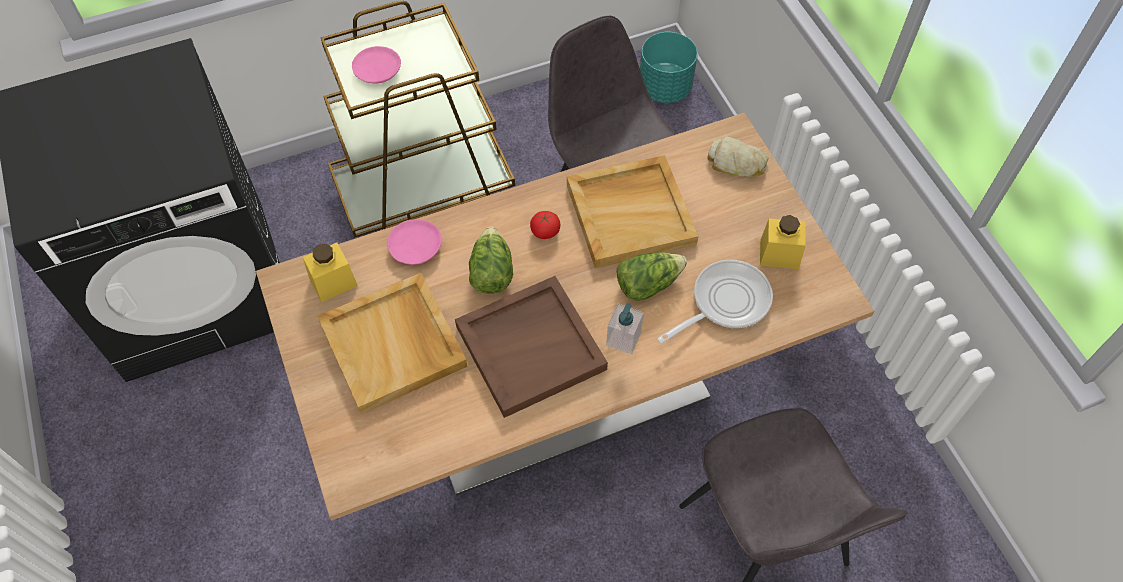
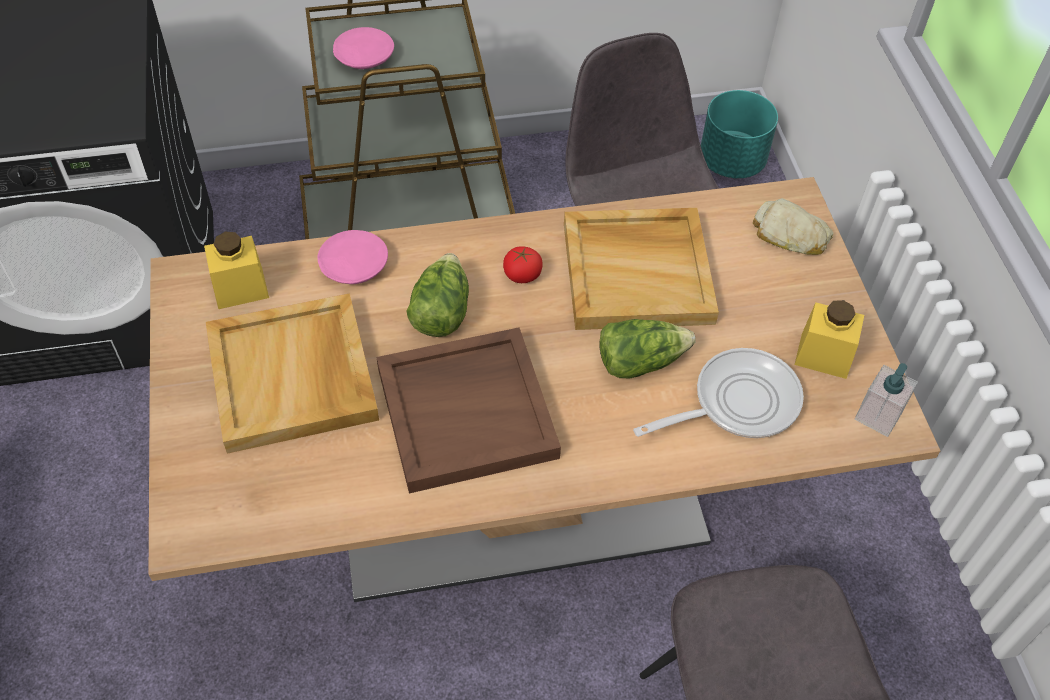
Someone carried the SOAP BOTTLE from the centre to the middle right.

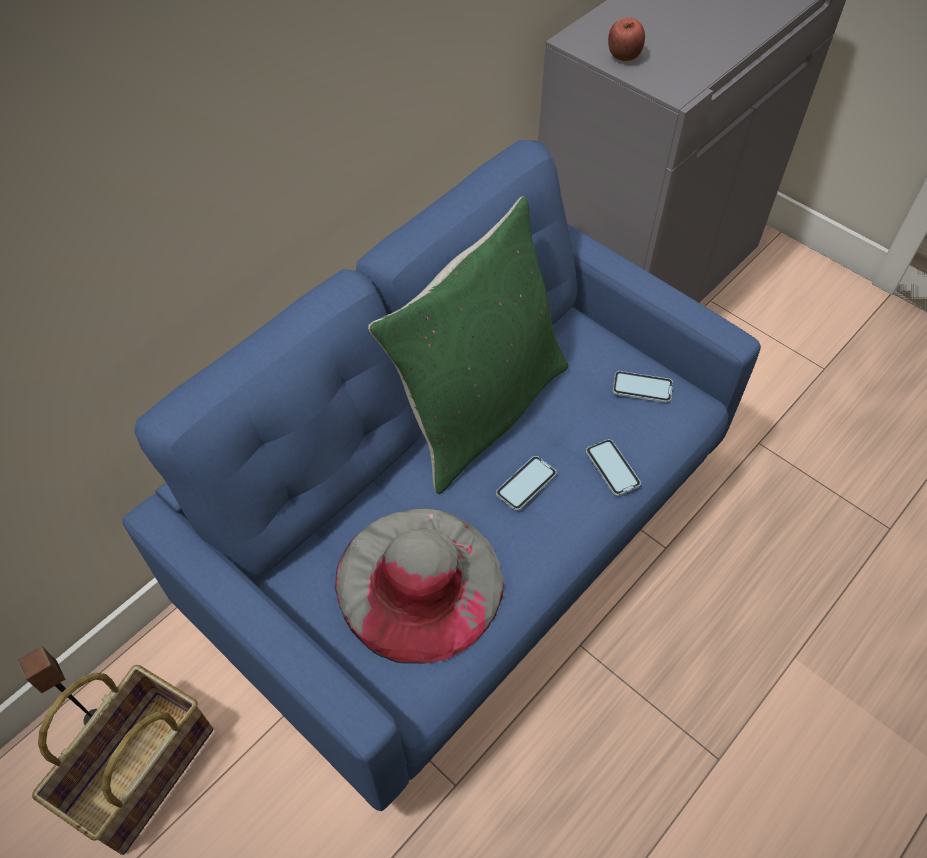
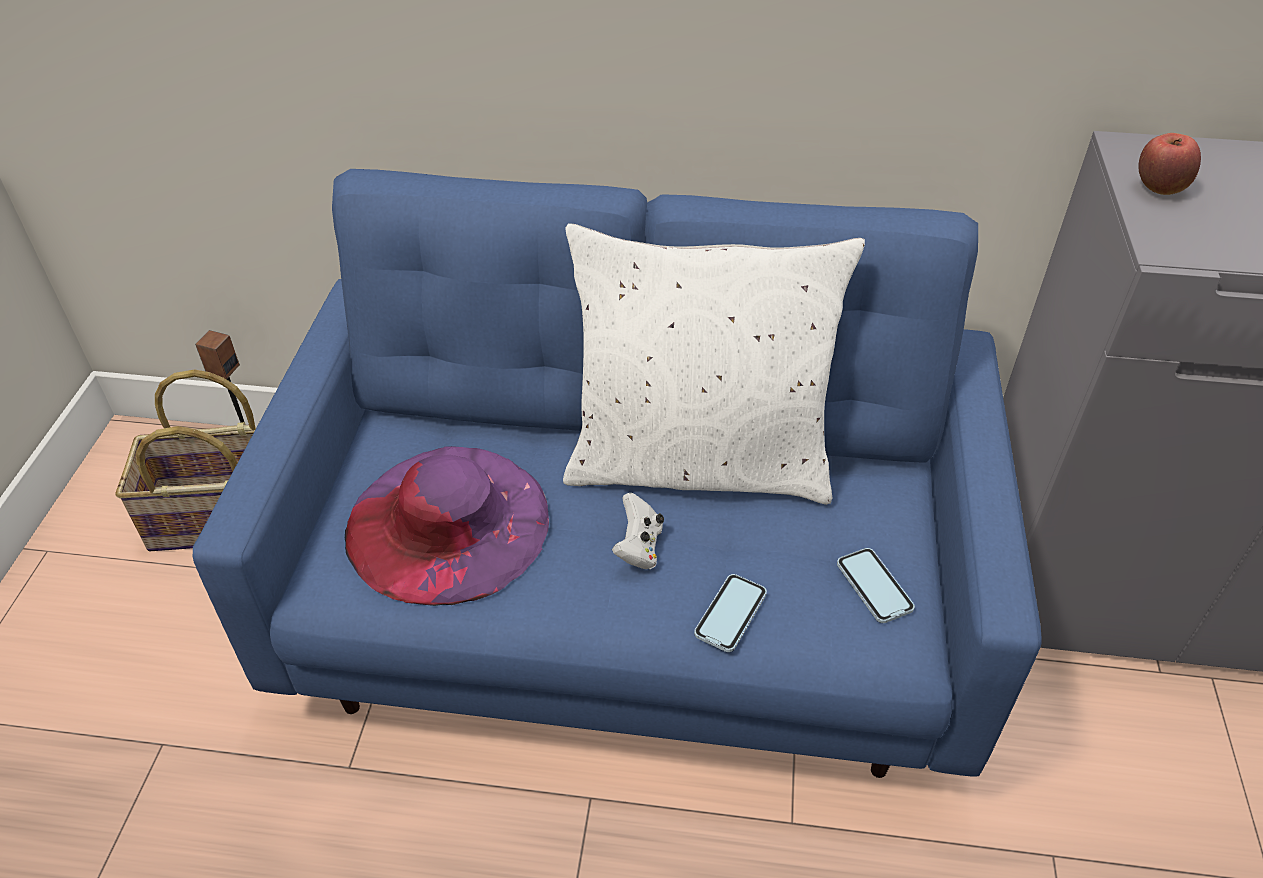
Someone swapped the TELEPHONE (1st from left) at the centre for the WHITE-COLOURED GAME CONTROLLER at the centre.
Someone repainted the GRAY WEARABLE HAT at the bottom centre, which became the PURPLE-COLOURED WEARABLE HAT at the centre.
Someone repainted the GREEN-COLOURED PILLOW at the centre, which became the WHITE-COLOURED PILLOW at the centre.

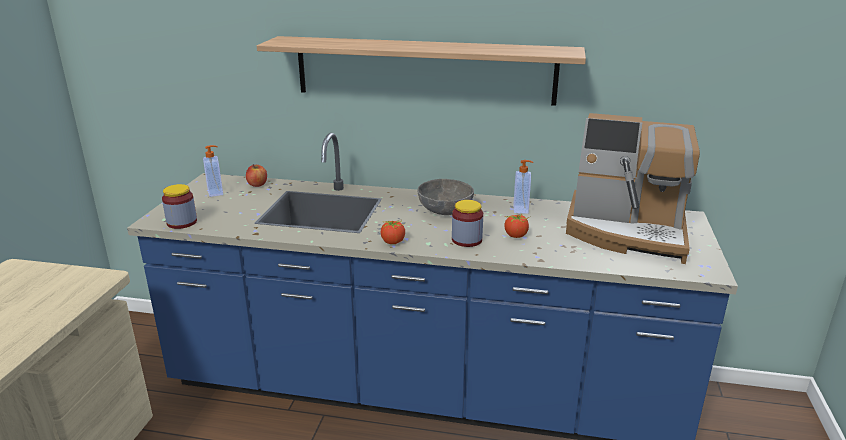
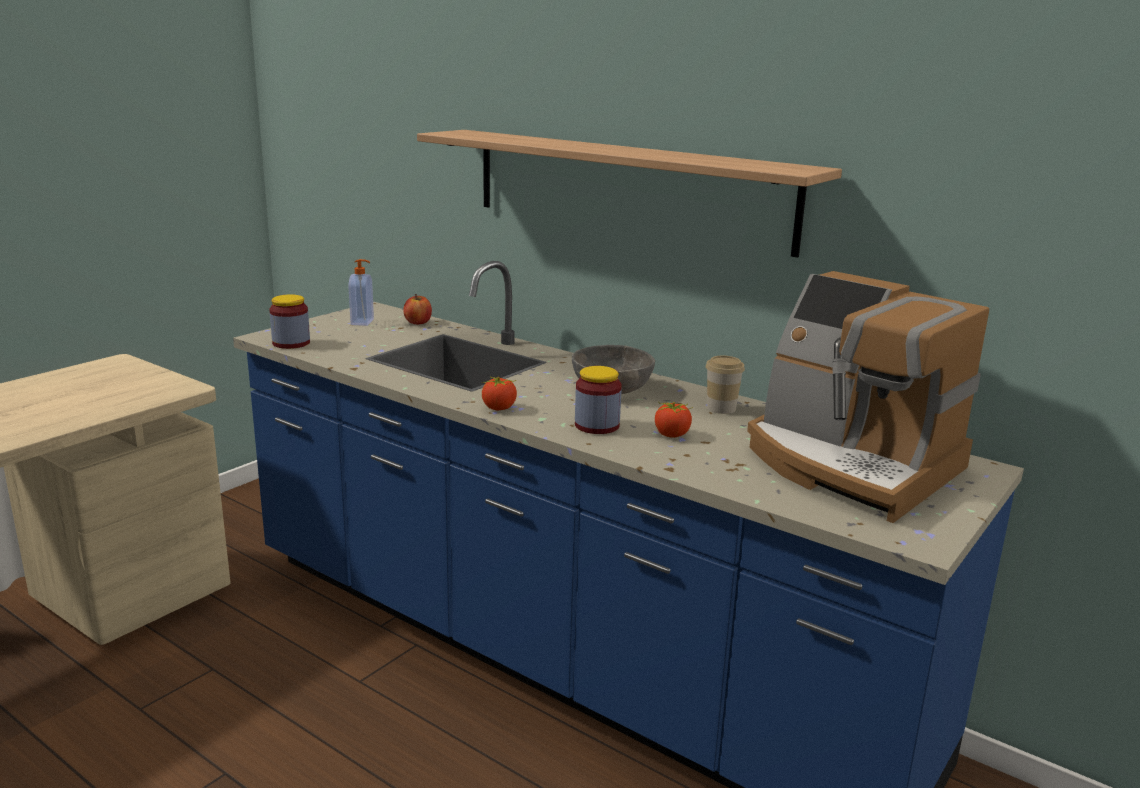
Someone swapped the SOAP BOTTLE (2nd from left) at the centre for the SMALL CUP at the centre.

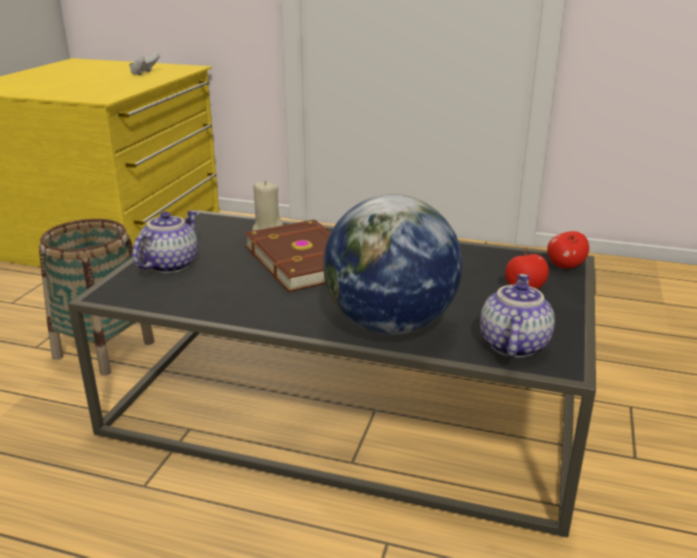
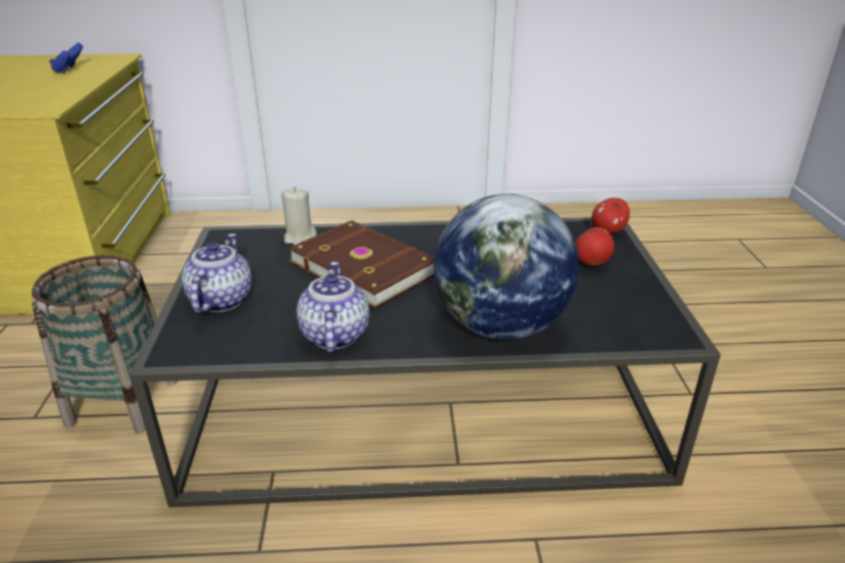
Someone carried the TEAPOT (2nd from left) from the middle right to the centre.
Someone repainted the WHITE-COLOURED GAME CONTROLLER at the top left, which became the BLUISH GAME CONTROLLER at the top left.

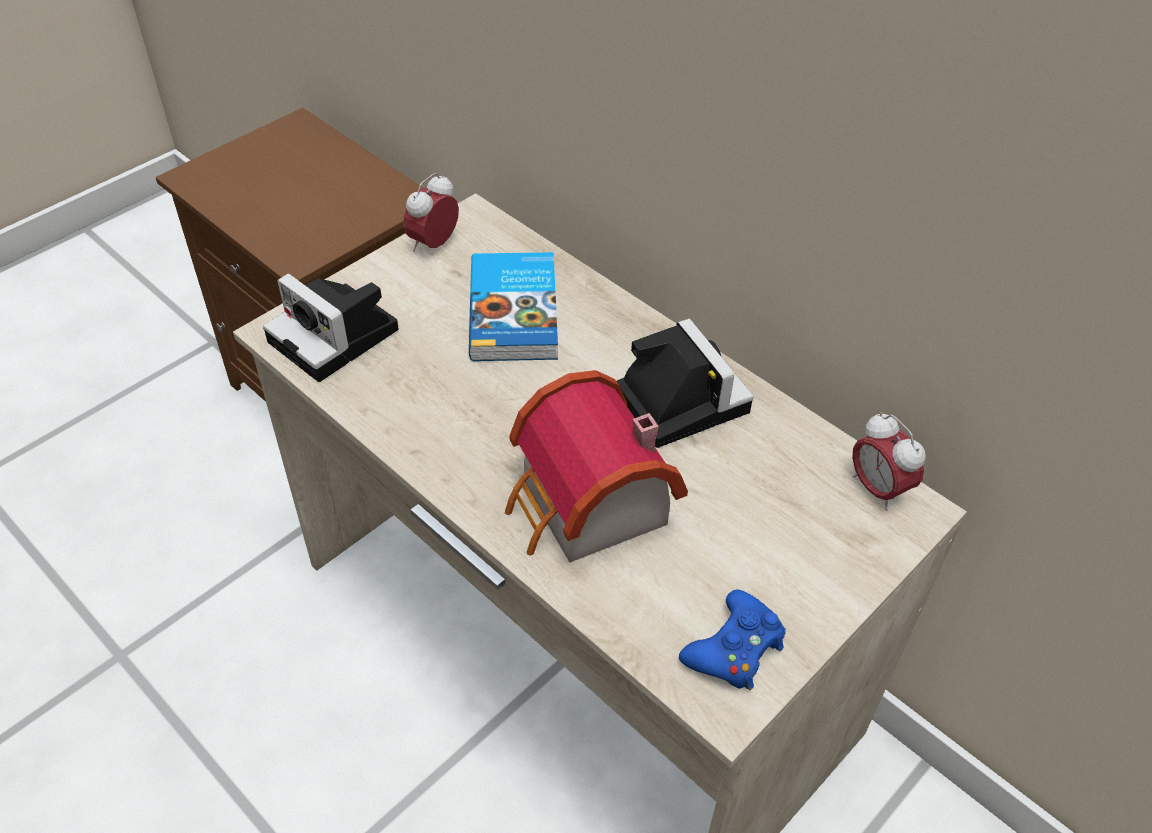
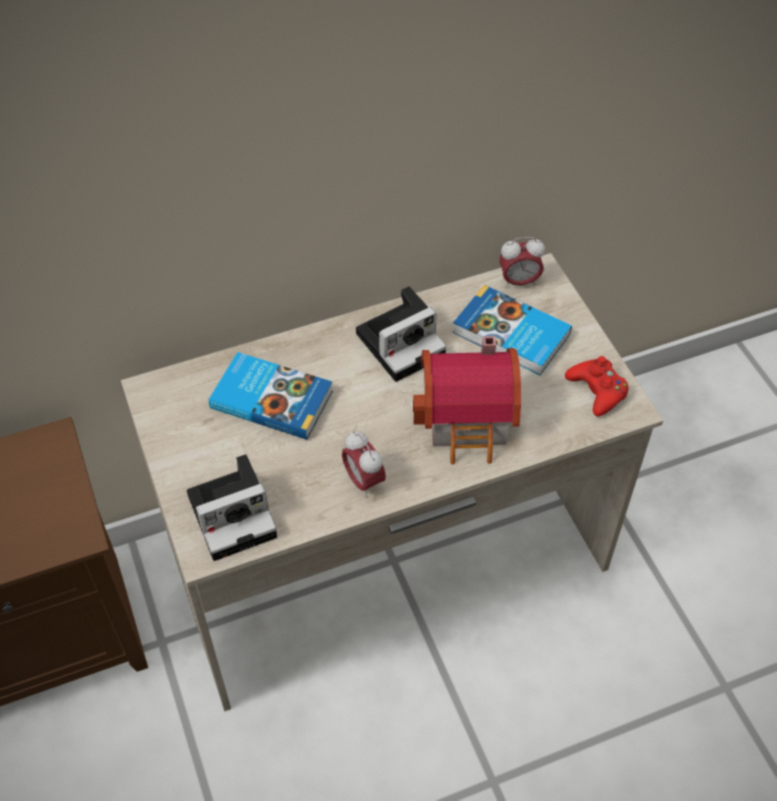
Someone put down the BOUND BOOK (2nd from left) at the centre.
Someone carried the BEDSIDE CLOCK (1st from left) from the top centre to the centre.
Someone repainted the BLUISH GAME CONTROLLER at the bottom centre, which became the REDDISH GAME CONTROLLER at the middle right.
Someone rotated the STILL CAMERA (2nd from left) at the centre by 150 degrees clockwise.

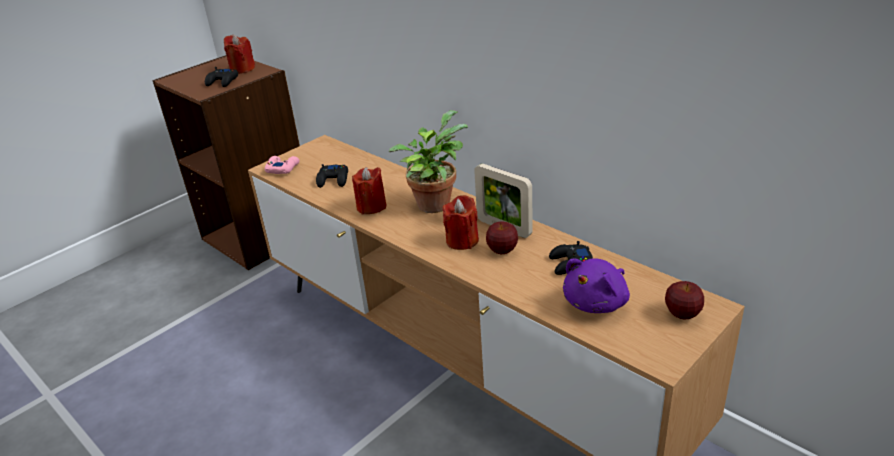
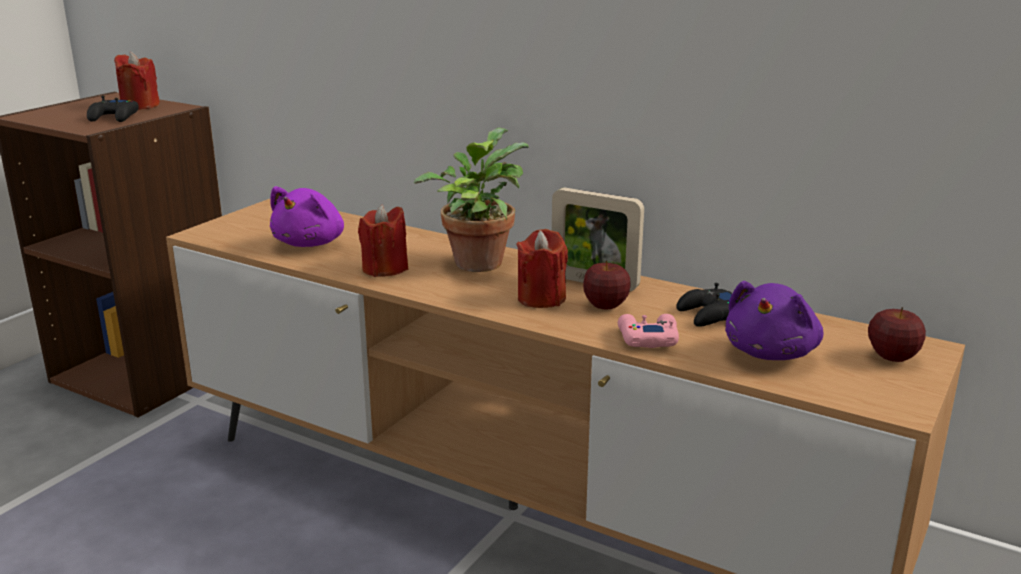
Someone carried the PINKISH GAME CONTROLLER from the middle left to the centre.
Someone swapped the BLACKISH GAME CONTROLLER (2nd from left) at the centre for the PURPLE-COLOURED PLUSH TOY (1st from left) at the middle left.

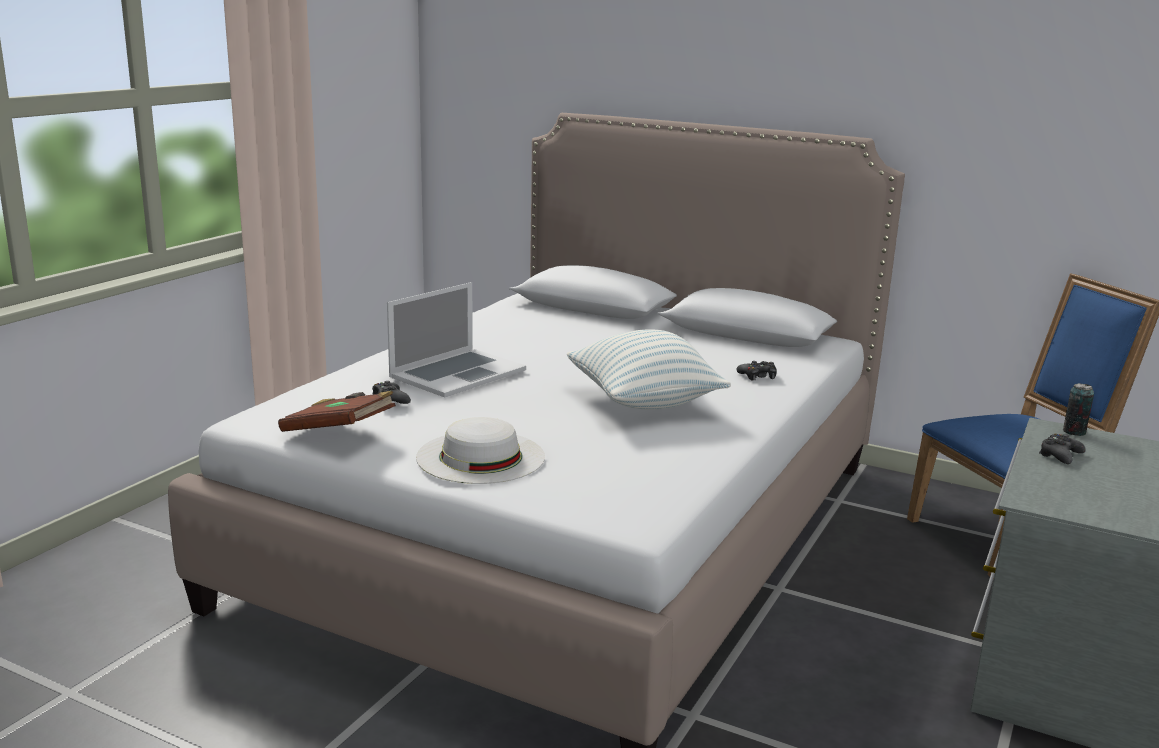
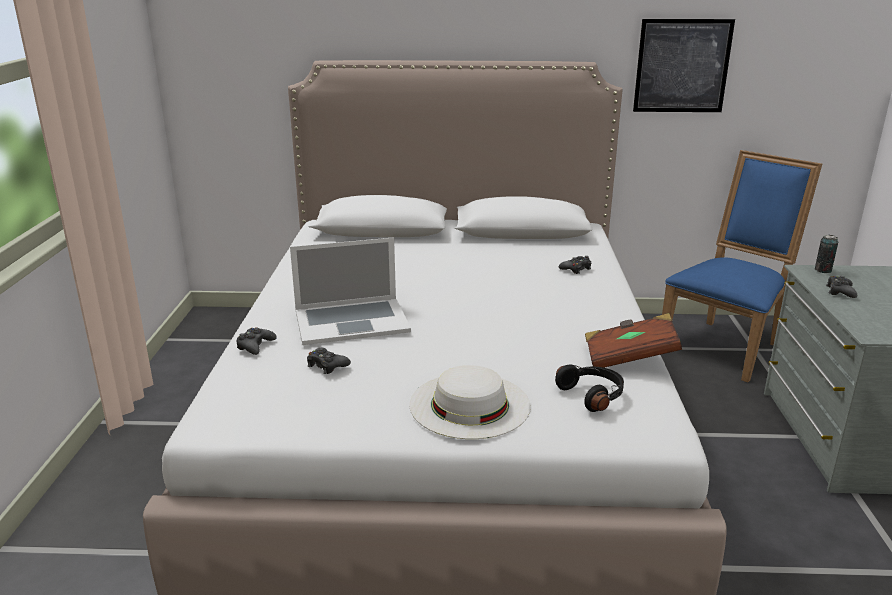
Someone took away the PILLOW at the centre.
Someone put down the BLACKISH GAME CONTROLLER (1st from left) at the middle left.
Someone put down the BLACKISH HEADSET at the centre.
Someone put up the WALL ART at the top right.
Someone carried the BROWN-COLOURED BOUND BOOK from the middle left to the middle right.
Someone rotated the PORTABLE COMPUTER at the centre by 60 degrees clockwise.

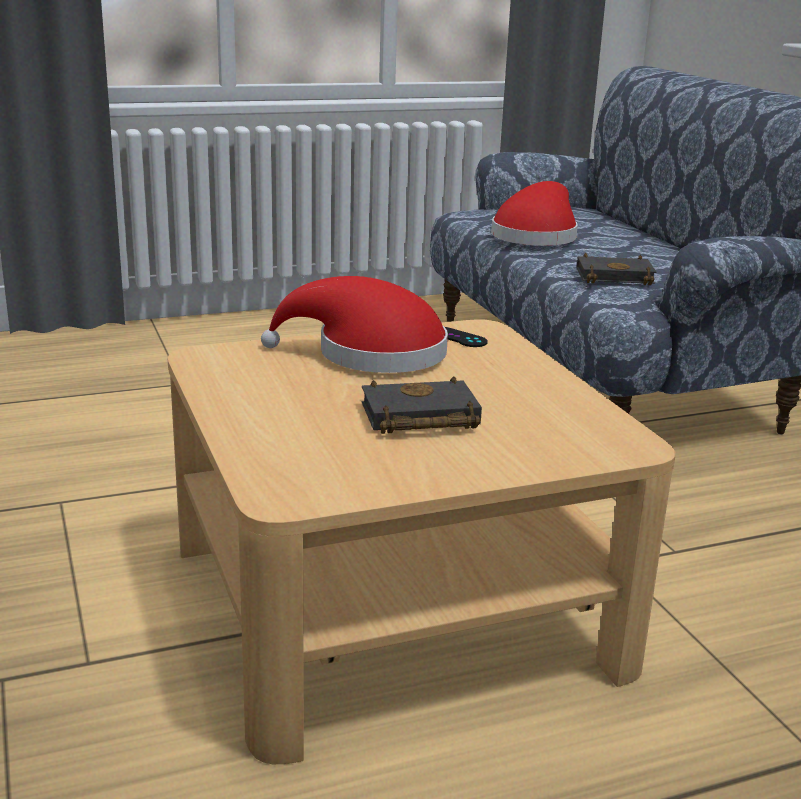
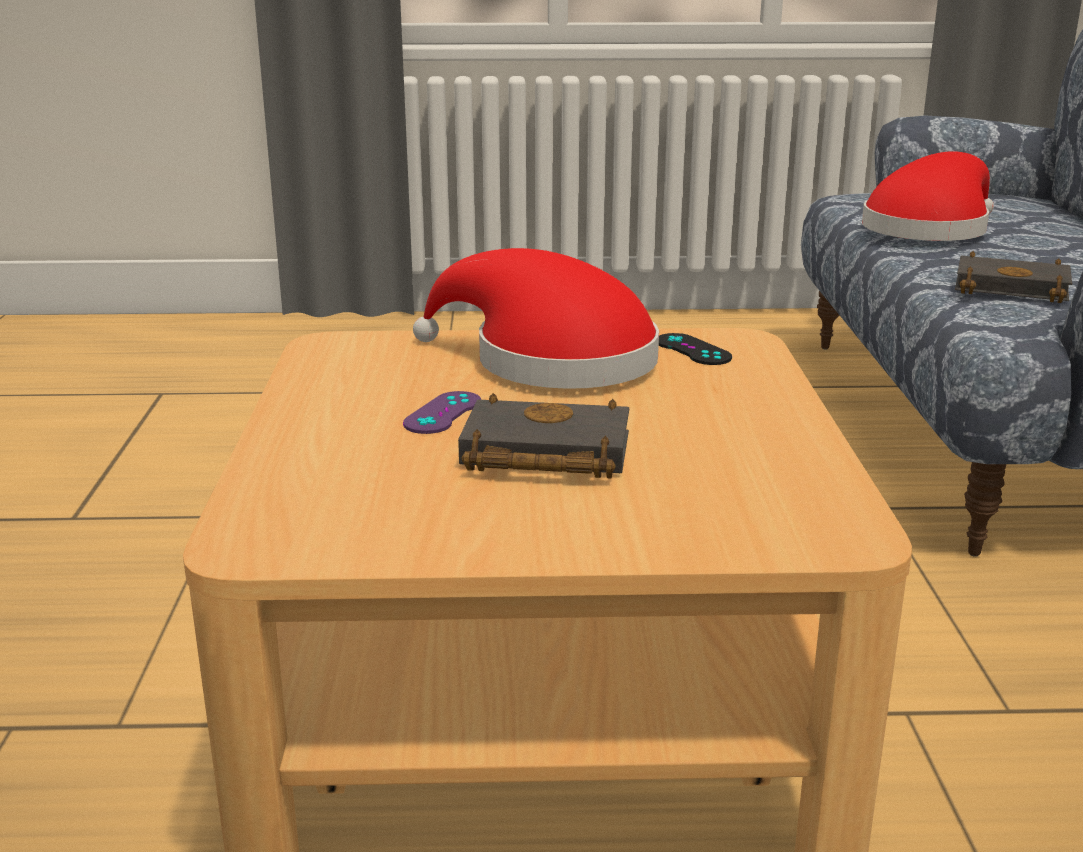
Someone put down the PURPLE-COLOURED GAME CONTROLLER at the centre.

